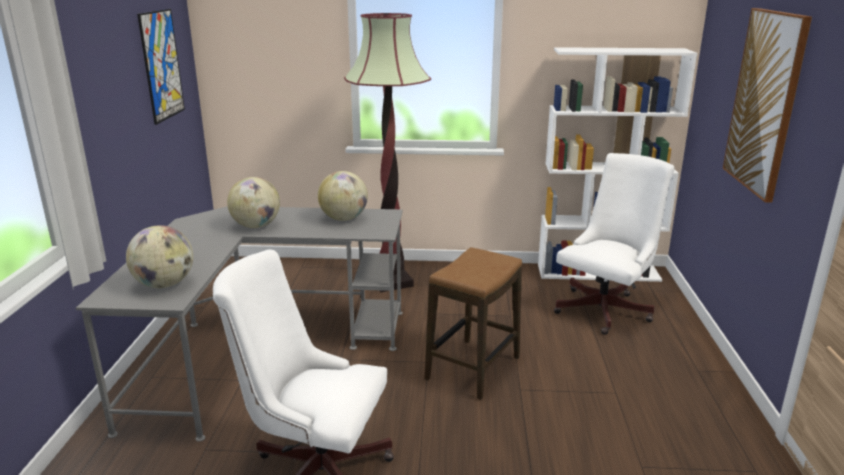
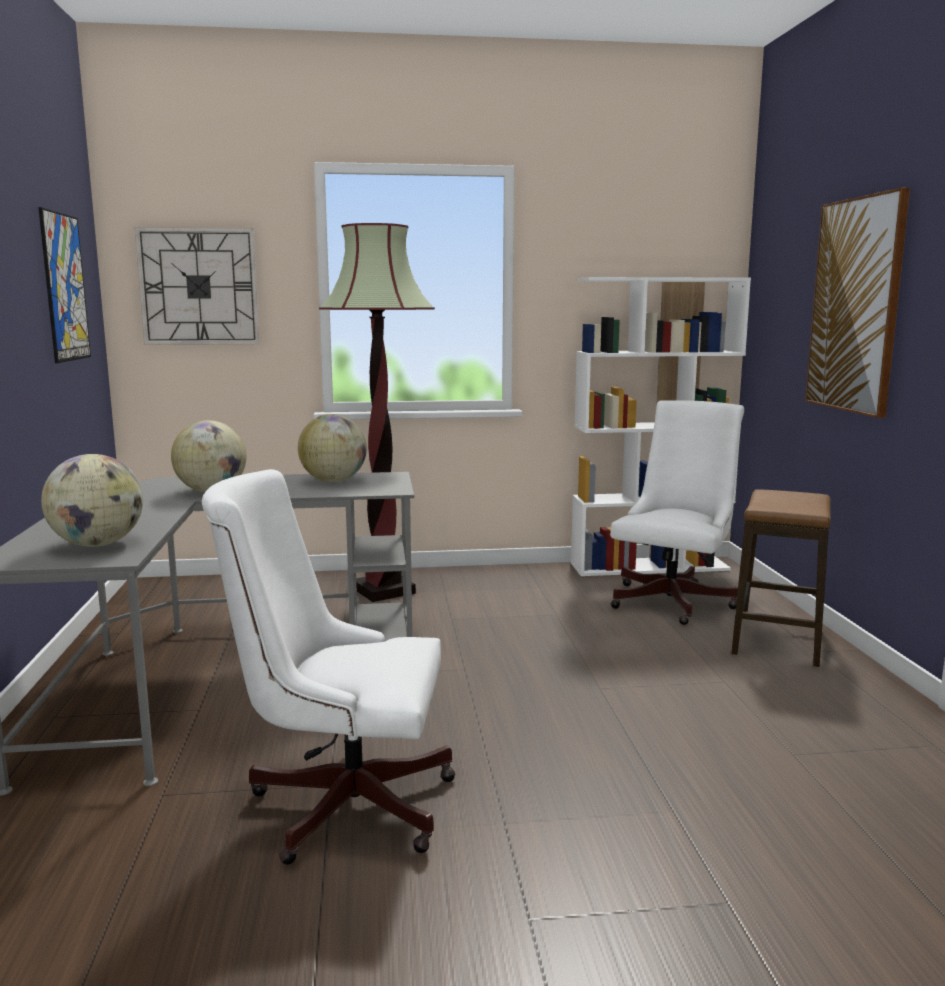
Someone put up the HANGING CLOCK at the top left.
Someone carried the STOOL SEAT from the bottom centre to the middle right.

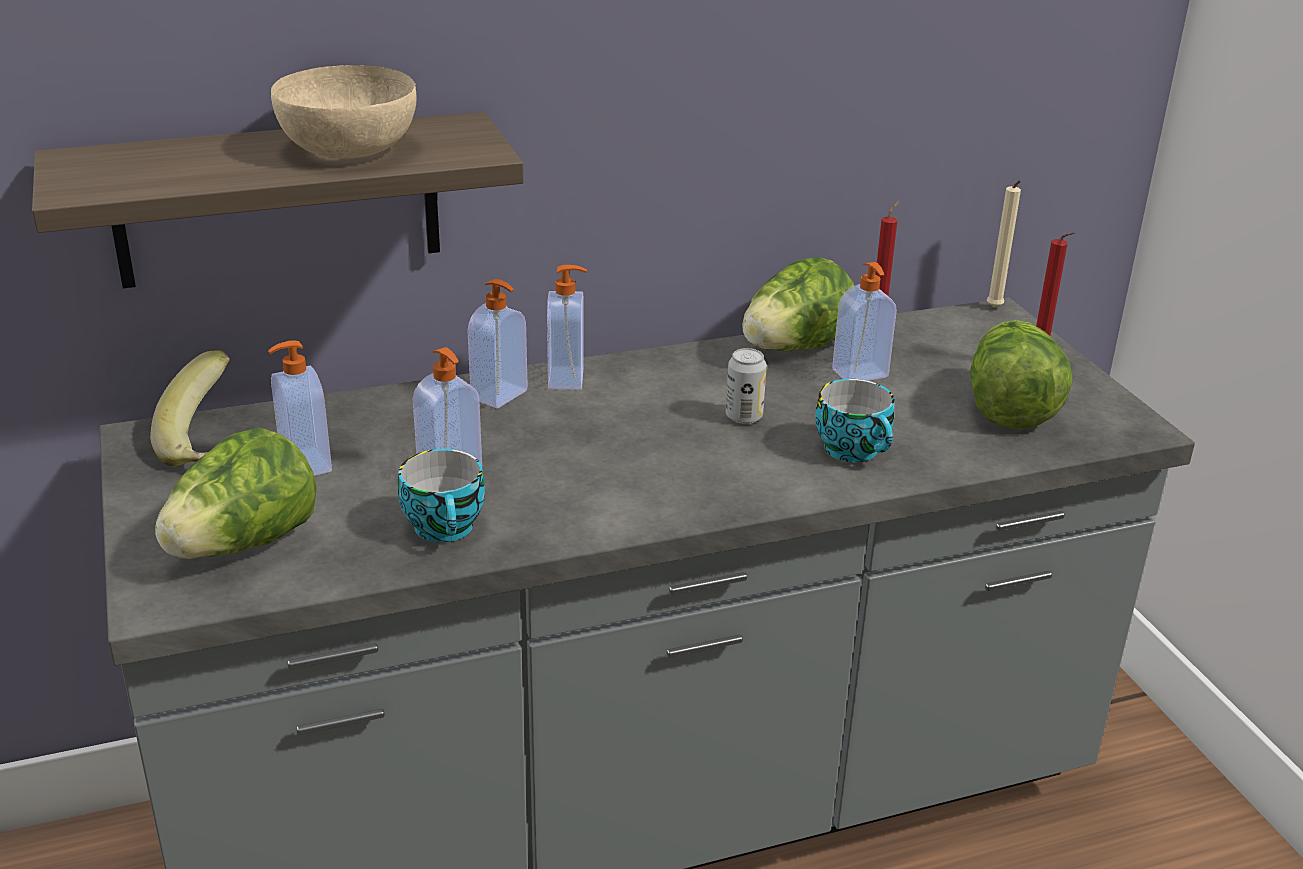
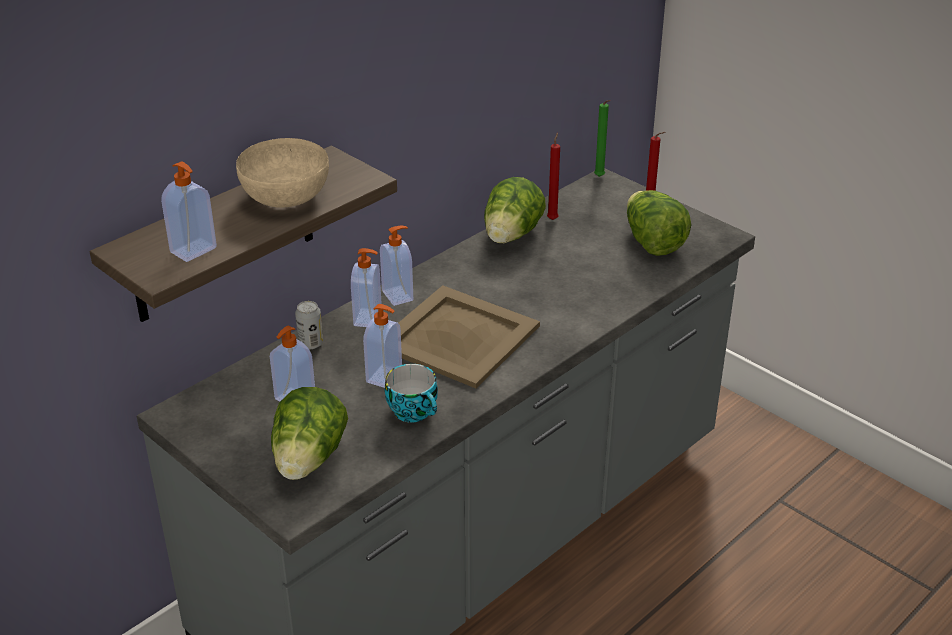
Someone took away the BANANA at the middle left.
Someone took away the SMALL CUP (2nd from left) at the centre.
Someone put down the BEIGE CARRYING TRAY at the centre.
Someone carried the METAL CAN from the centre to the middle left.
Someone carried the SOAP BOTTLE (5th from left in the first image) from the centre to the middle left.
Someone repainted the BEIGE CANDLE at the top right, which became the GREEN-COLOURED CANDLE at the top centre.

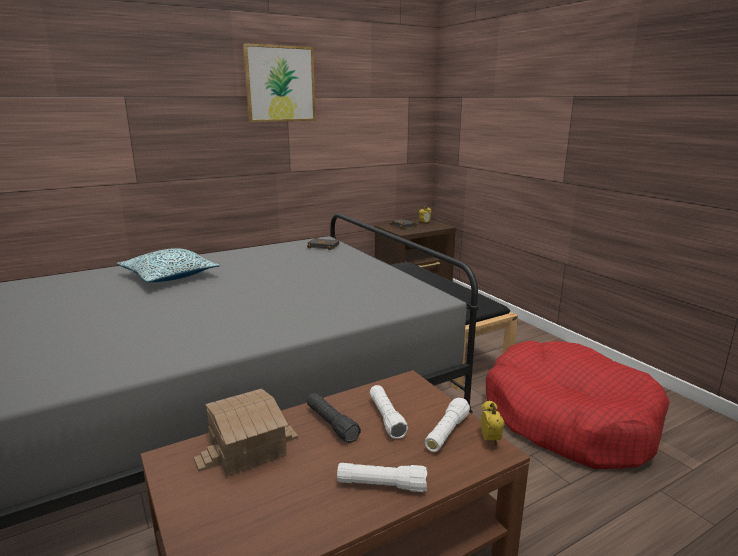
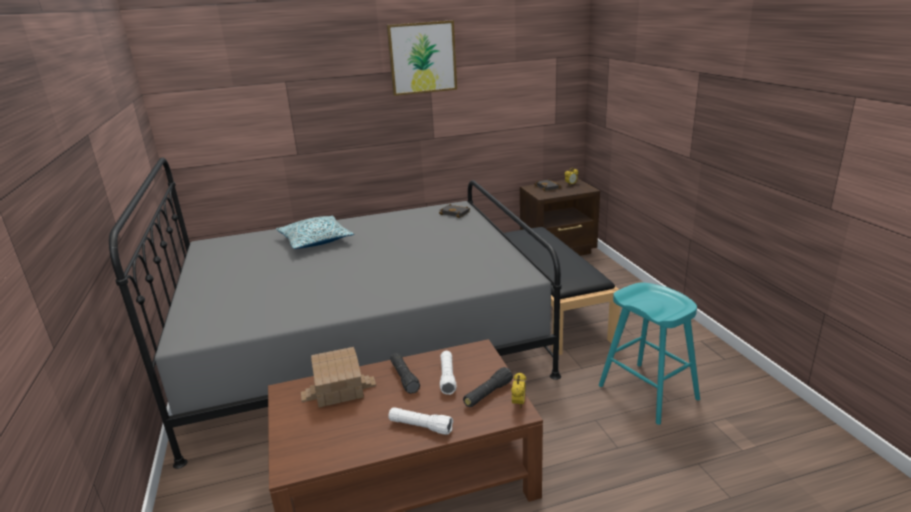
Someone swapped the REDDISH DOG CUSHION at the bottom right for the BLUE-GREEN STOOL SEAT at the bottom right.
Someone repainted the WHITE-COLOURED HAND TORCH (3rd from left) at the bottom centre, which became the BLACKISH HAND TORCH (2nd from left) at the bottom centre.

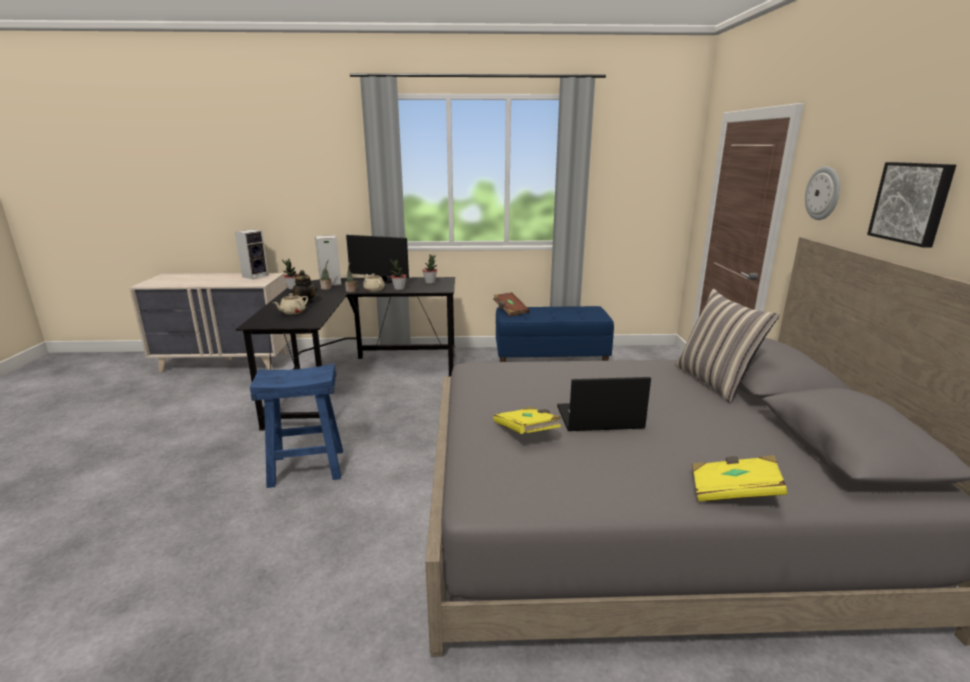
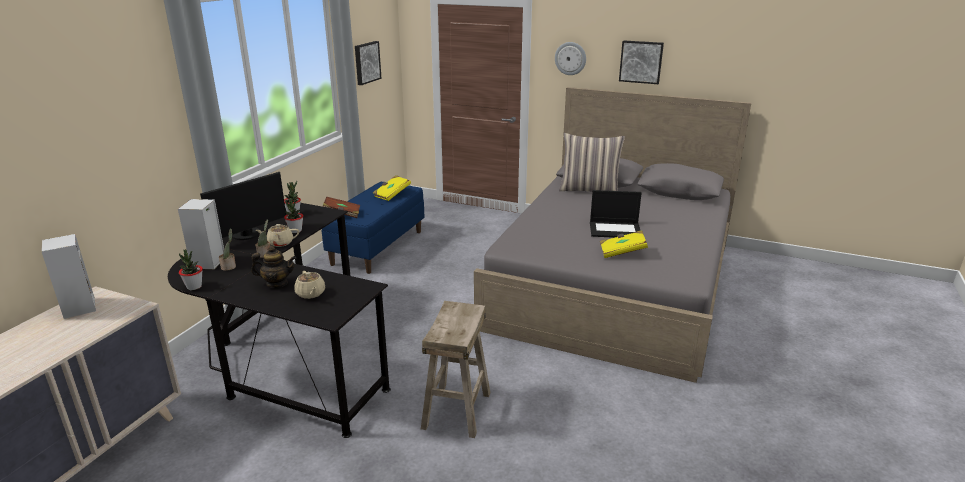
Someone put up the WALL ART (1st from left) at the top centre.
Someone carried the YELLOW-COLOURED BOUND BOOK (2nd from left in the first image) from the bottom right to the centre.
Someone repainted the BLUISH STOOL SEAT at the middle left, which became the BEIGE STOOL SEAT at the bottom centre.
Someone rotated the PORTABLE COMPUTER at the centre by 105 degrees counterclockwise.

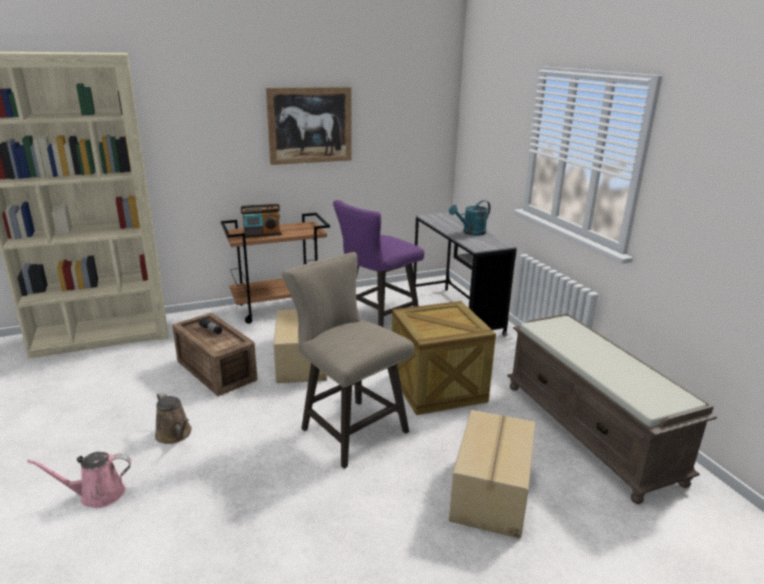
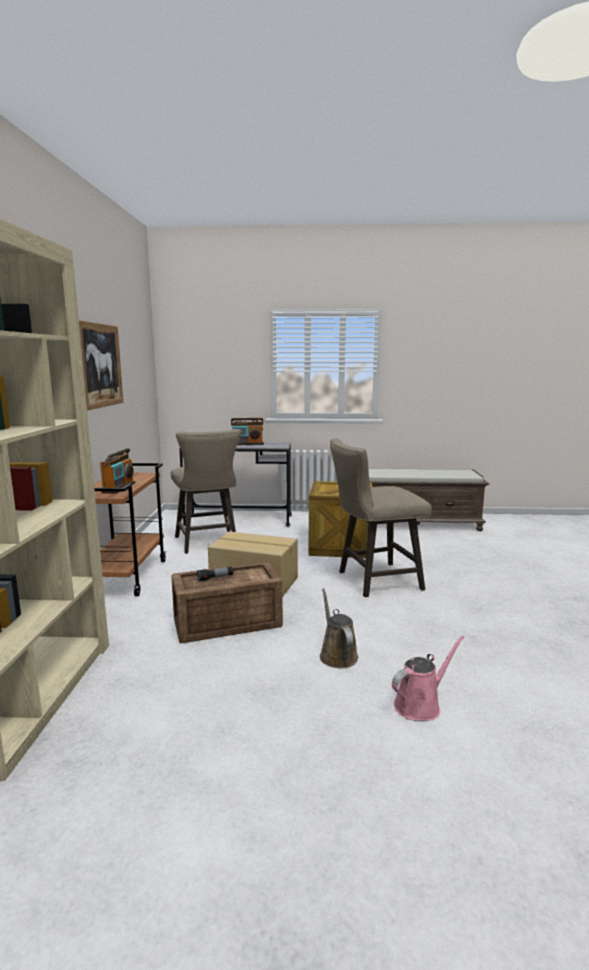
Someone took away the CARTON (2nd from left) at the bottom centre.
Someone swapped the BLUE-GREEN SPRINKLING CAN at the centre for the RADIO (2nd from left) at the centre.
Someone repainted the PURPLE-COLOURED STOOL SEAT at the centre, which became the BEIGE STOOL SEAT (1st from left) at the centre.
Someone rotated the PINKISH SPRINKLING CAN at the bottom left by 135 degrees counterclockwise.
Someone rotated the BROWN-COLOURED SPRINKLING CAN at the bottom left by 90 degrees counterclockwise.

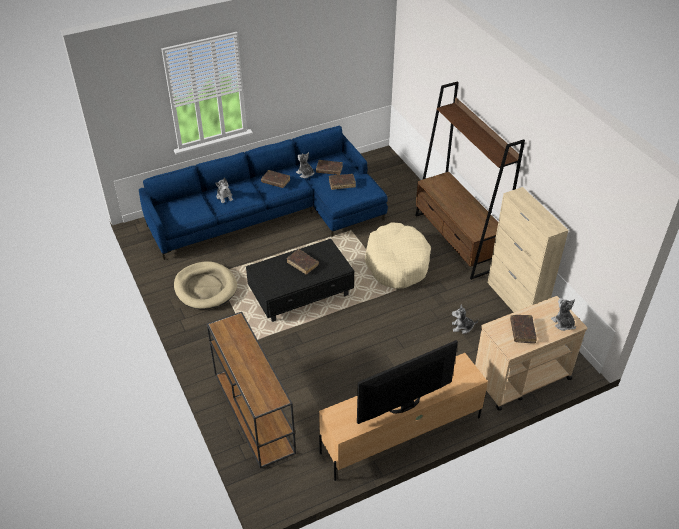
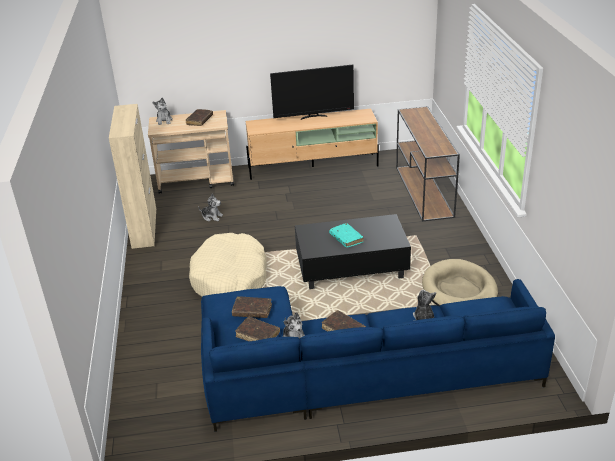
Someone took away the BROWN-COLOURED BOOKSHELF at the middle right.
Someone repainted the BROWN-COLOURED BOUND BOOK (2nd from left) at the centre, which became the BLUE-GREEN BOUND BOOK at the centre.

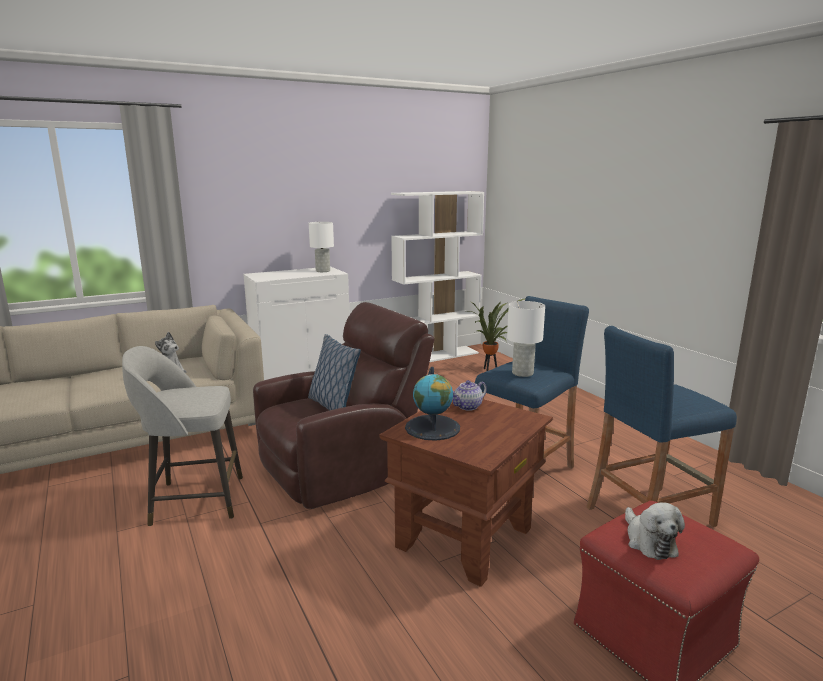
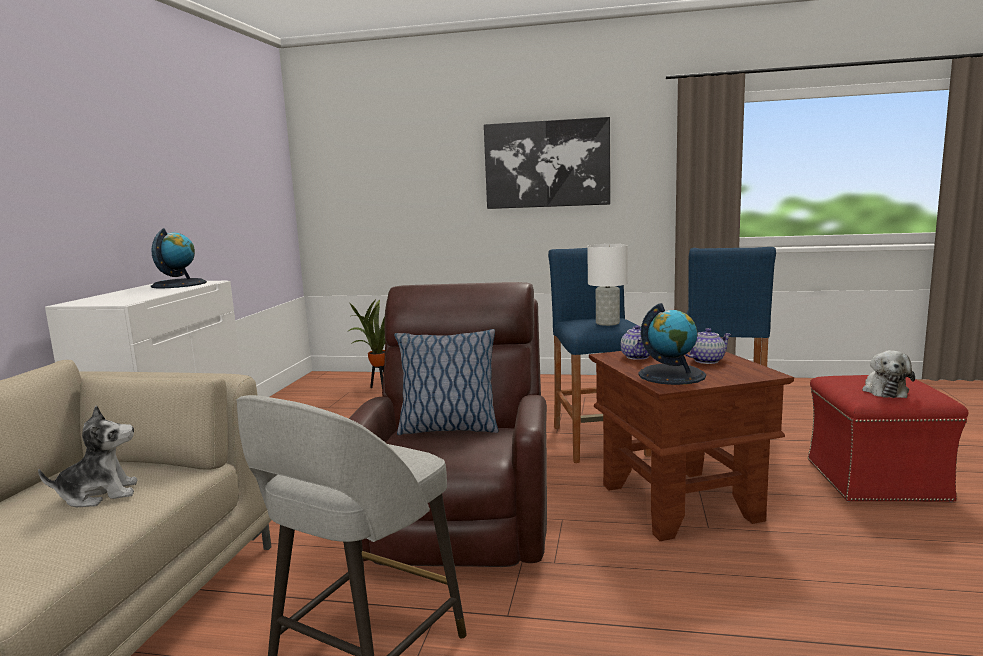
Someone took away the WHITE-COLOURED BOOKSHELF at the centre.
Someone put up the WALL ART at the top centre.
Someone put down the TEAPOT (2nd from left) at the middle right.
Someone swapped the WHITE-COLOURED LAMP FOR A TABLE (1st from left) at the centre for the DESK GLOBE (1st from left) at the middle left.
Someone rotated the PLUSH TOY (2nd from left) at the bottom right by 75 degrees clockwise.

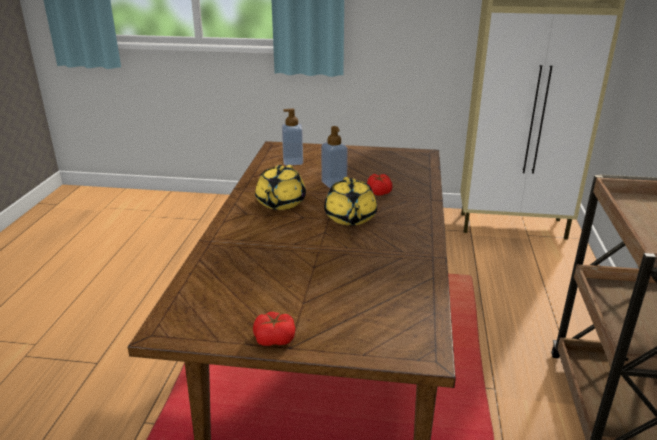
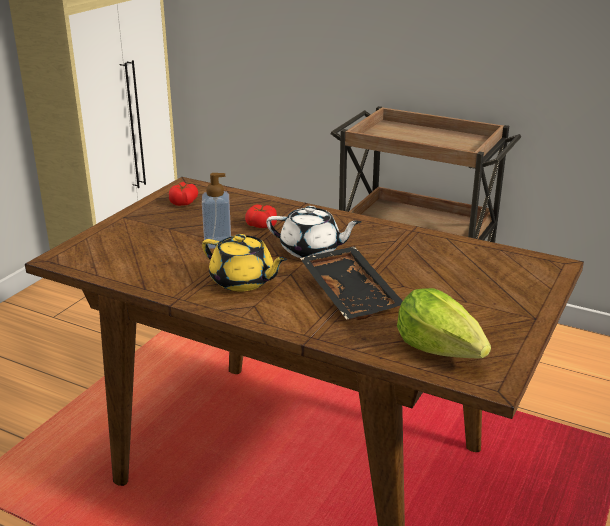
Someone took away the SOAP BOTTLE (1st from left) at the top centre.
Someone put down the BLACKISH CARRYING TRAY at the centre.
Someone put down the HEAD OF LETTUCE at the middle right.
Someone carried the WHOLE TOMATO (1st from left) from the bottom centre to the middle left.
Someone repainted the YELLOW-COLOURED TEAPOT (2nd from left) at the centre, which became the WHITE-COLOURED TEAPOT at the centre.

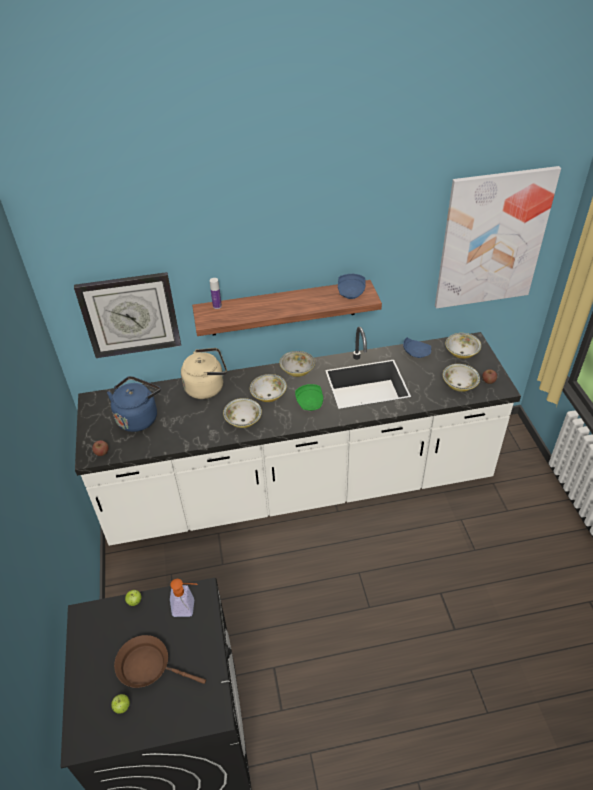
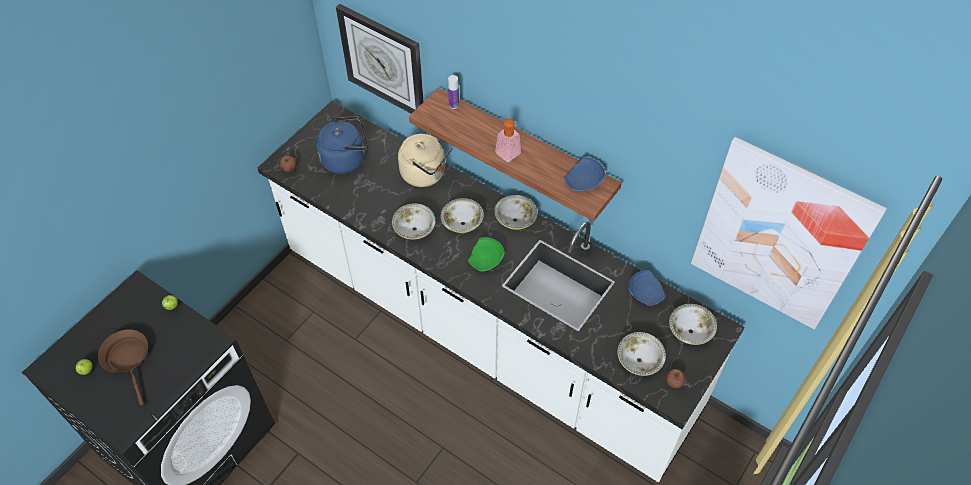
Someone carried the SOAP BOTTLE from the bottom left to the top centre.

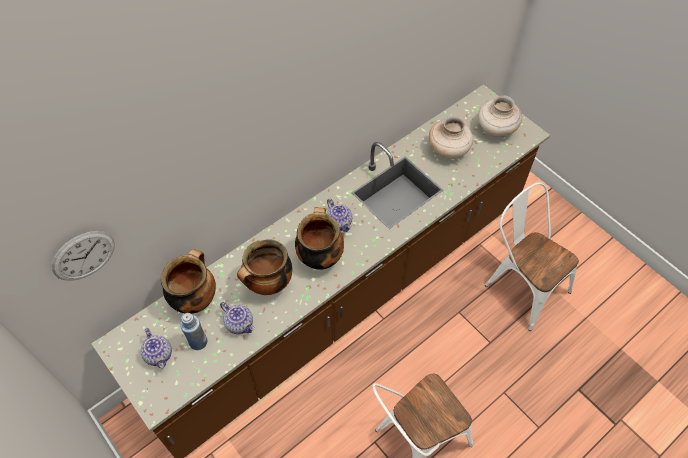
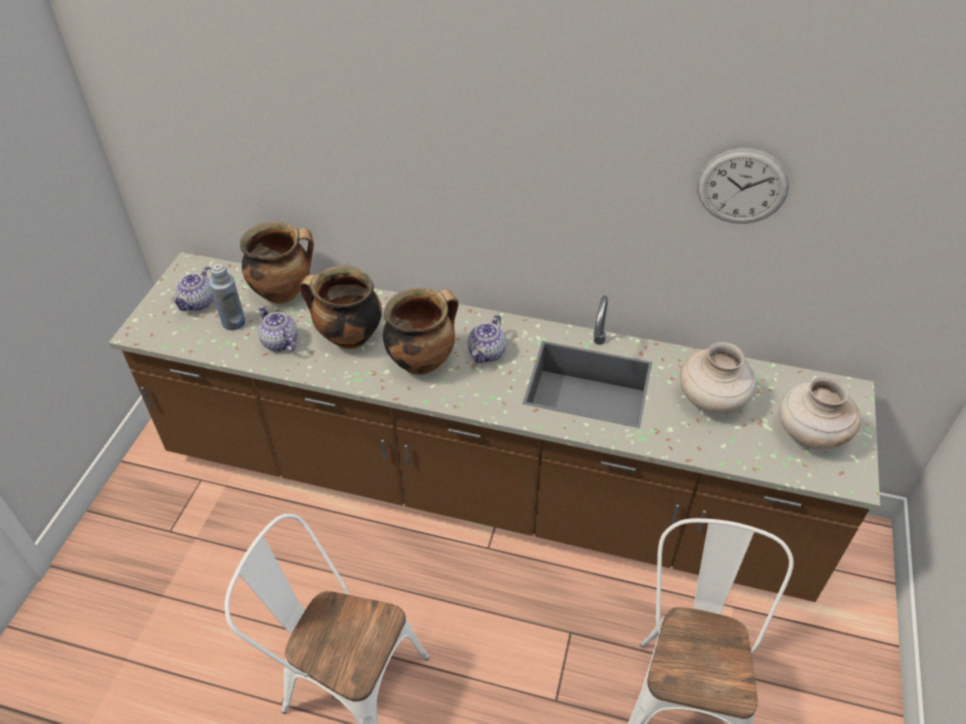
Someone carried the HANGING CLOCK from the middle left to the top right.
Someone rotated the TEAPOT (2nd from left) at the bottom centre by 135 degrees clockwise.

